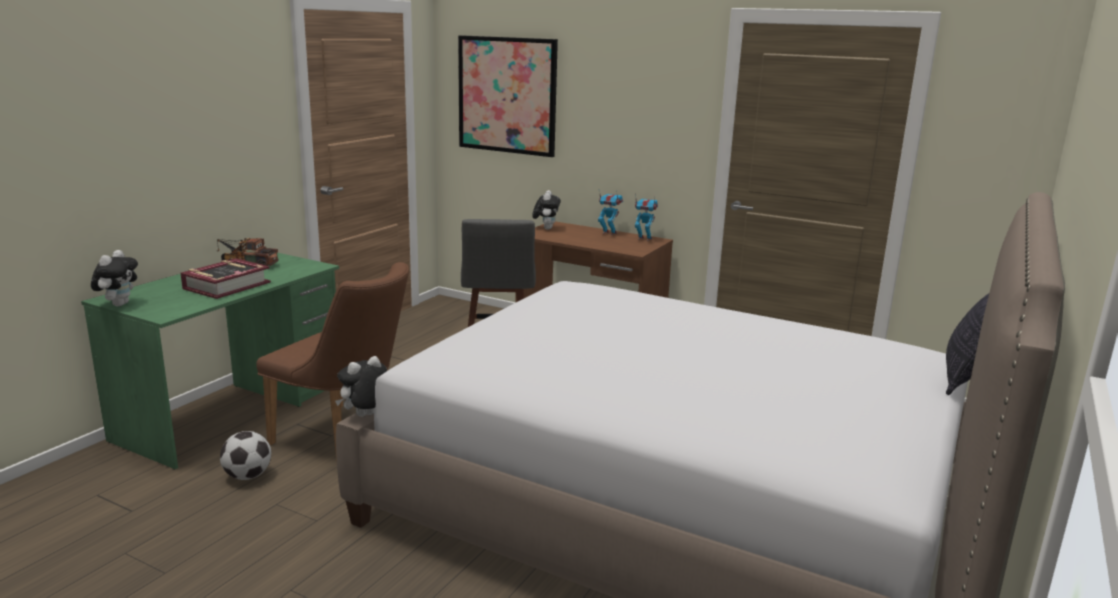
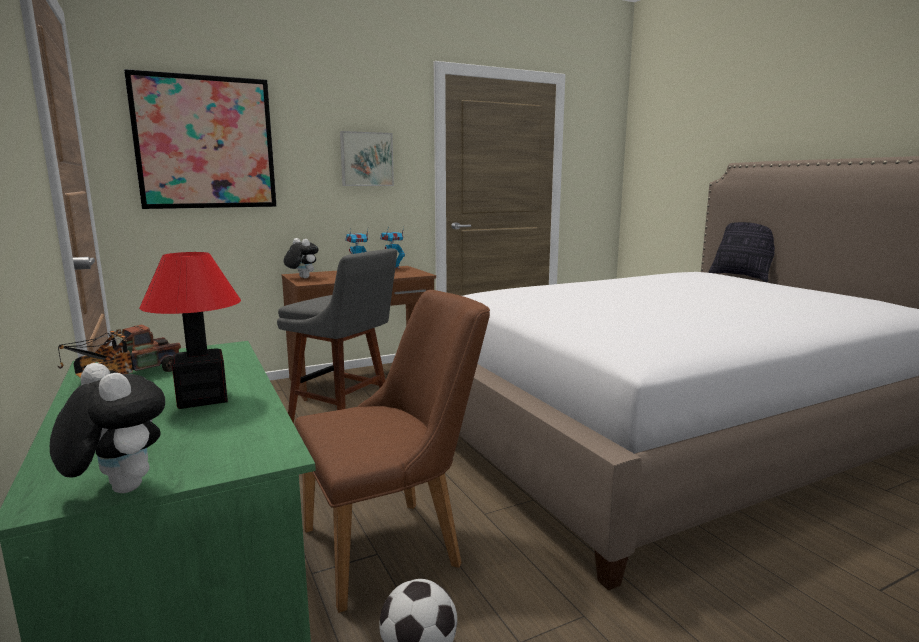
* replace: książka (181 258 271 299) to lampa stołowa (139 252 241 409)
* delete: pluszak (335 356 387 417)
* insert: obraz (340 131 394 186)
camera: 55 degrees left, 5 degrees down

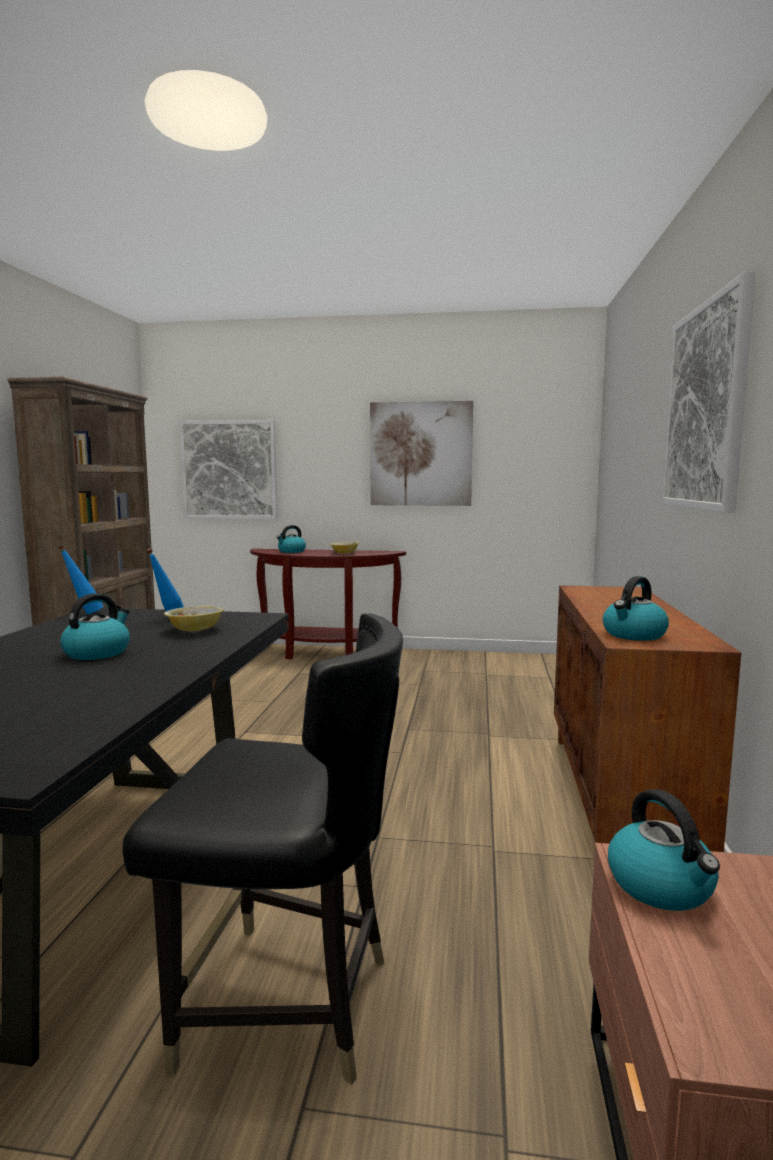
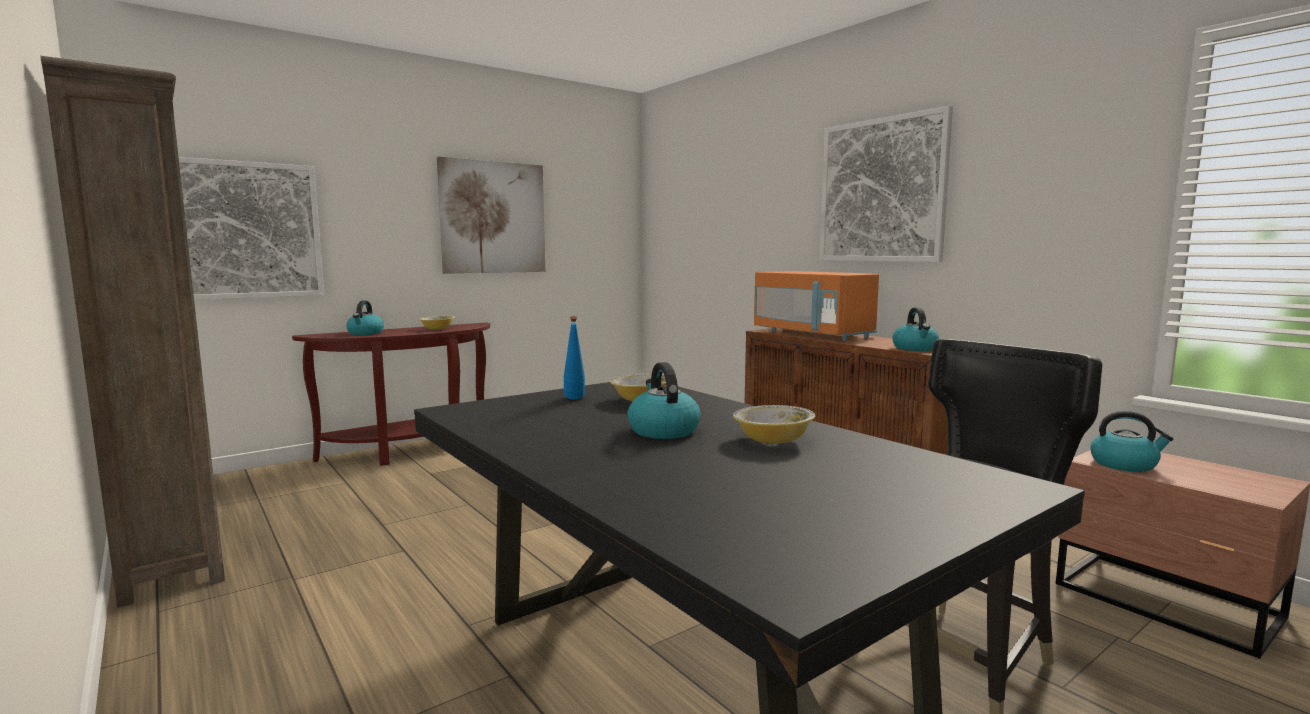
* delete: butelka (niebieski) (58 545 104 614)
* insert: mikrofalówka (pomarańczowy) (754 271 879 341)
* insert: miska (733 405 815 444)
camera: 45 degrees left, 0 degrees up

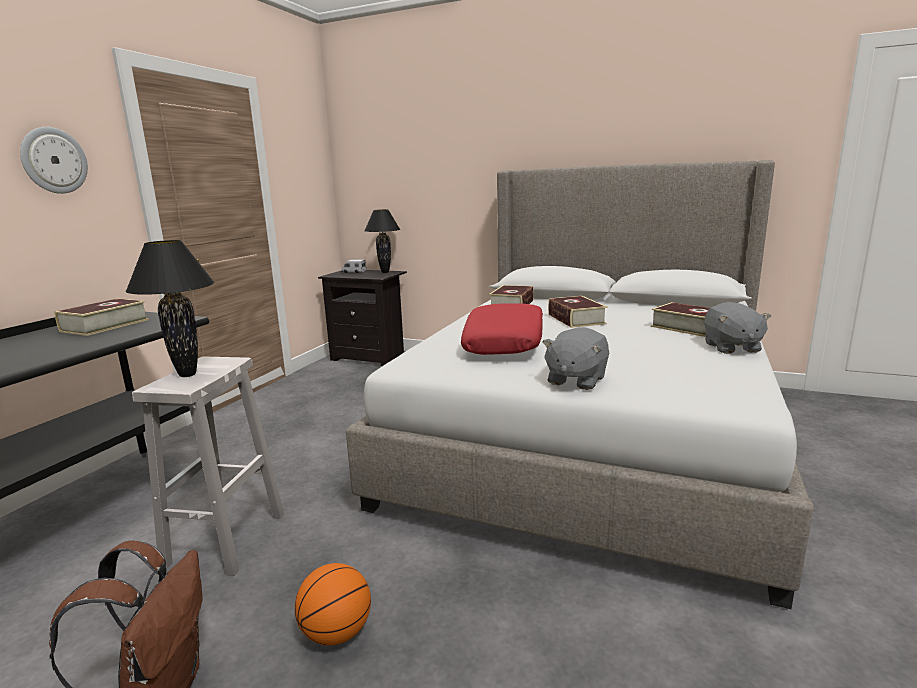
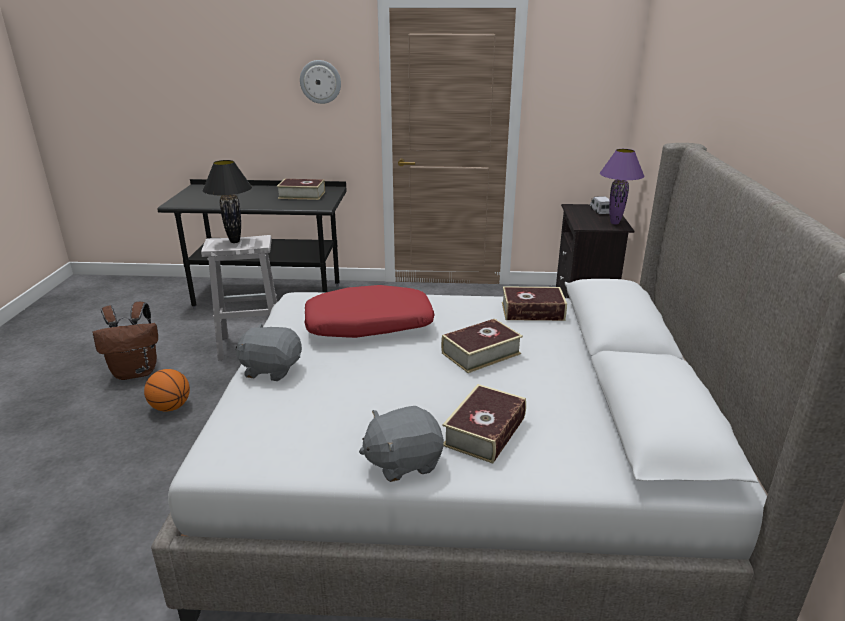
* recolor: lampa stołowa (czarny) (365 209 400 273) to lampa stołowa (fioletowy) (600 149 644 224)
camera: 70 degrees right, 10 degrees up

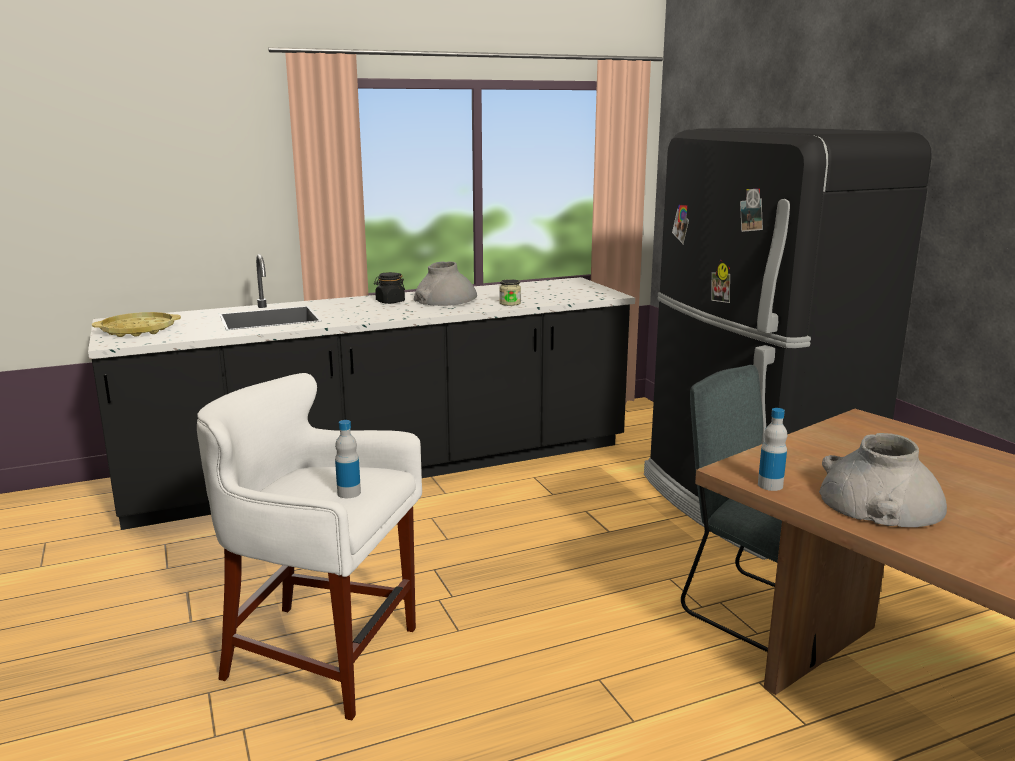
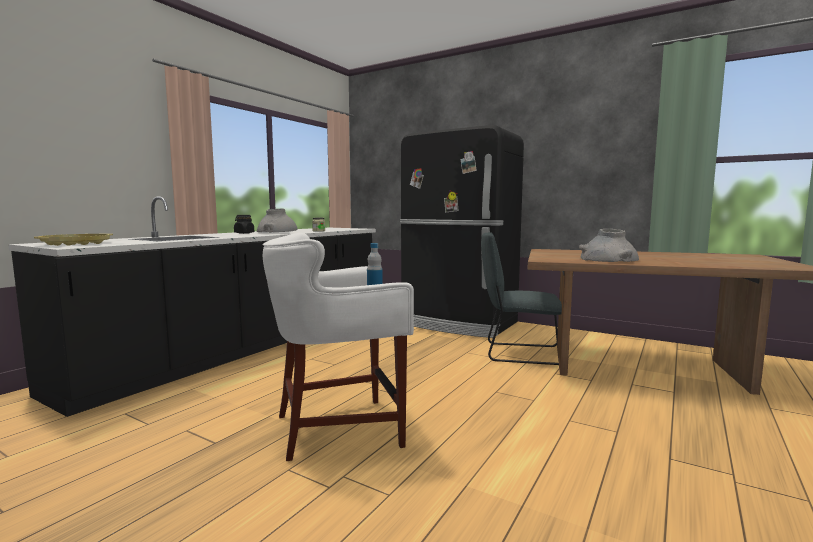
* delete: butelka (758 408 787 491)
camera: 35 degrees left, 10 degrees down

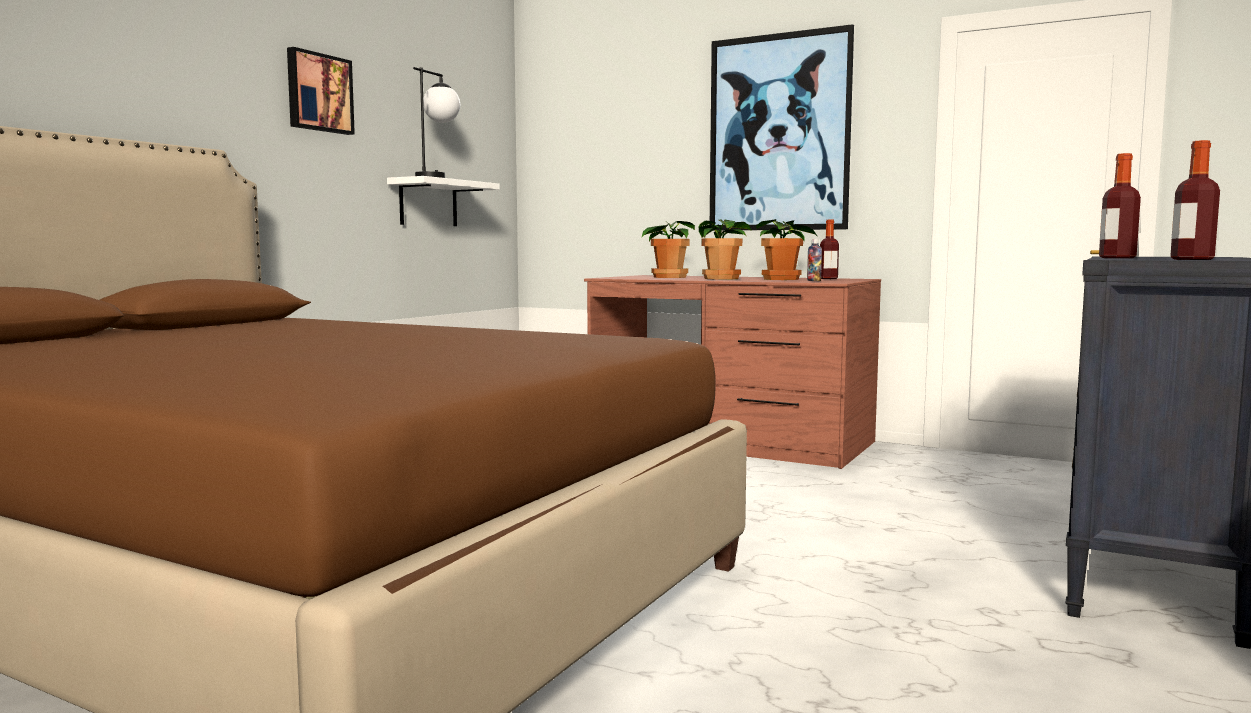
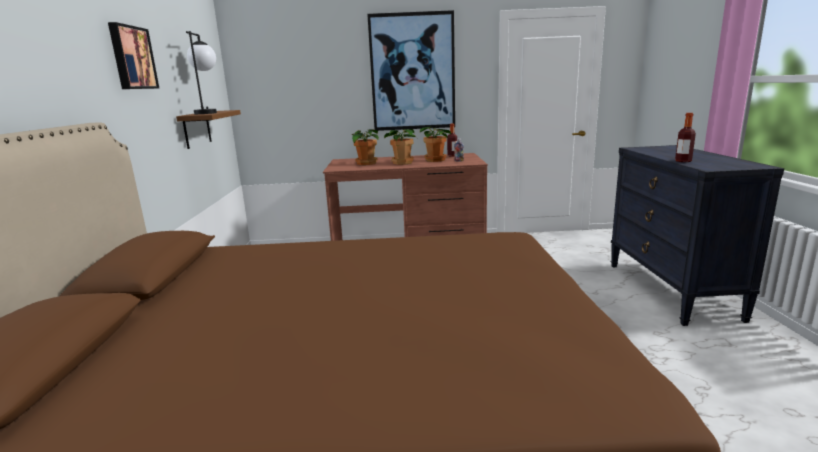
* delete: butelka (1170 140 1220 260)
* recolor: półka (biały) (387 176 500 226) to półka (brązowy) (176 110 241 149)
camera: 30 degrees left, 10 degrees up

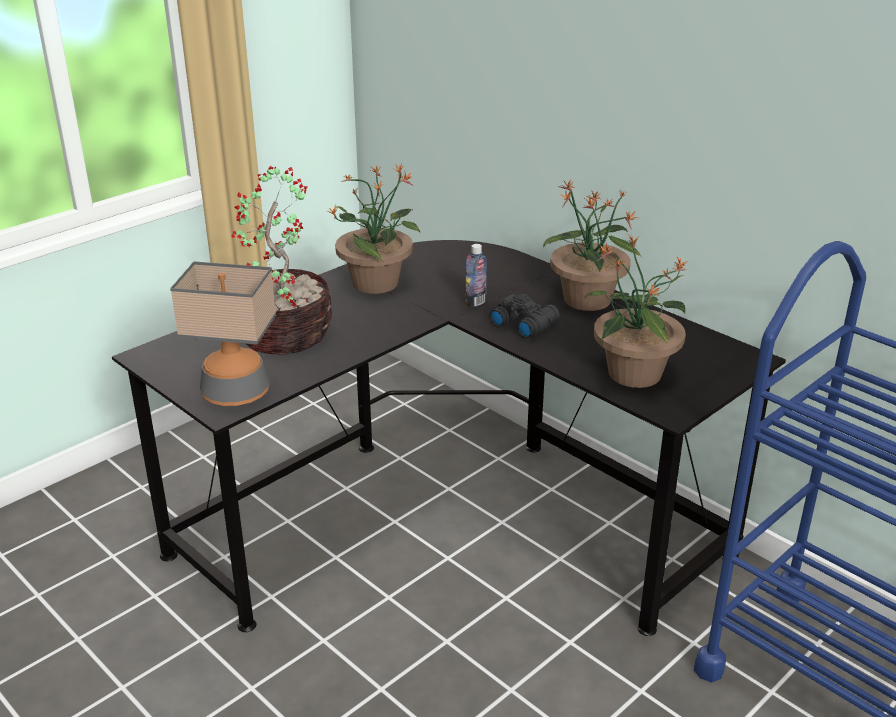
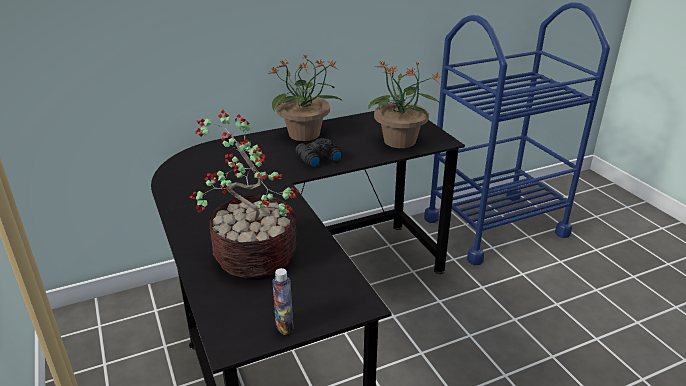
* delete: roślina doniczkowa (328 164 421 294)
* move: butelka (466 244 487 307) to (272 268 293 335)
* delete: lampa stołowa (170 261 276 406)
camera: 70 degrees left, 0 degrees up

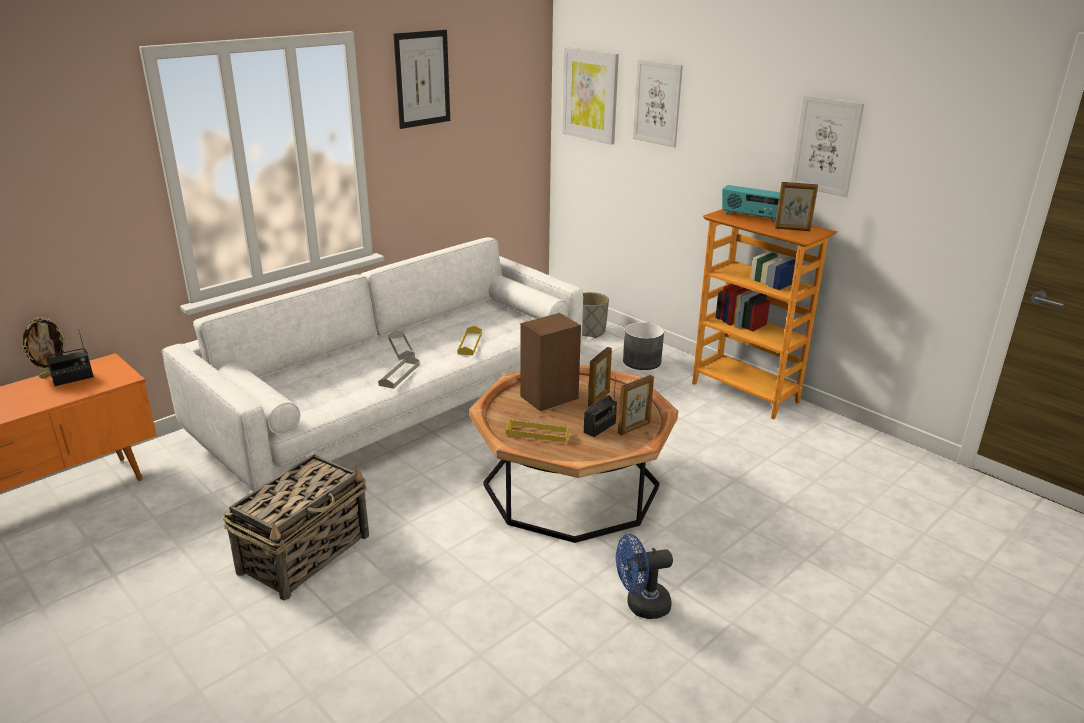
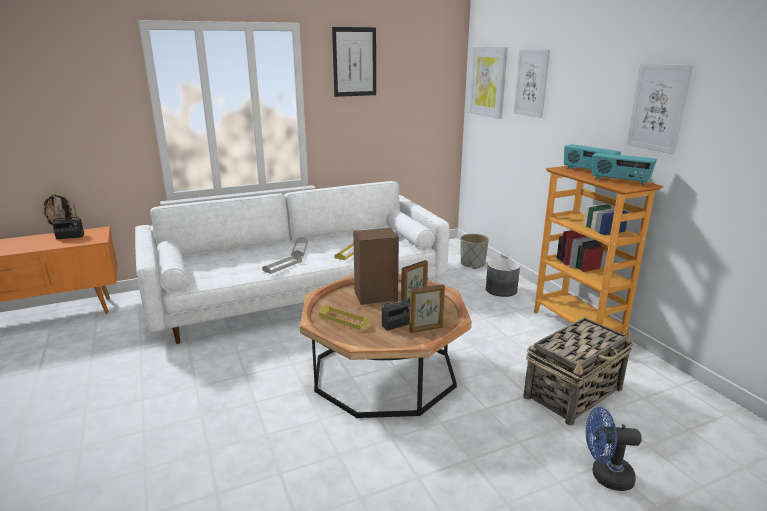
* replace: ramka na zdjęcie (775 182 818 231) to radio (592 153 657 186)
* move: koszyk (223 454 369 600) to (523 317 633 425)
* move: wentylator (niebieski) (616 534 673 619) to (586 407 642 491)
camera: 20 degrees right, 5 degrees down

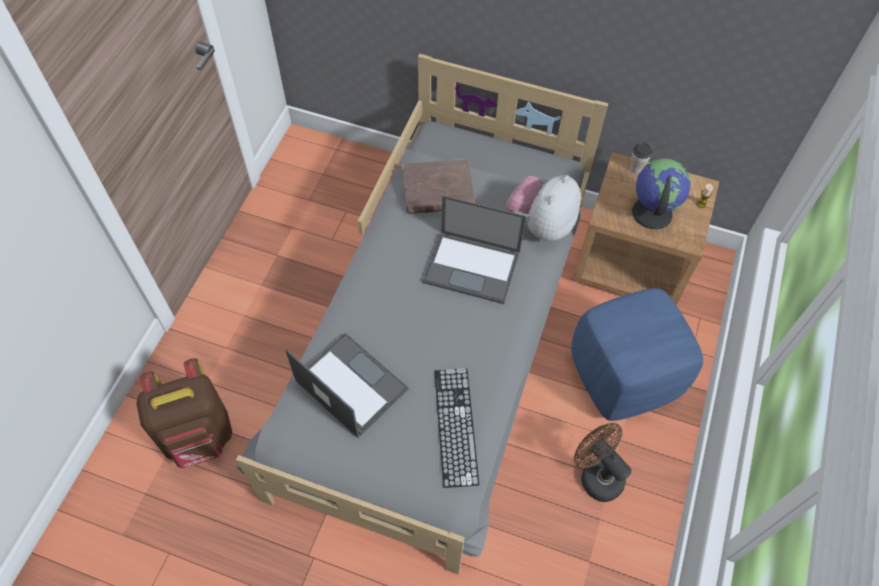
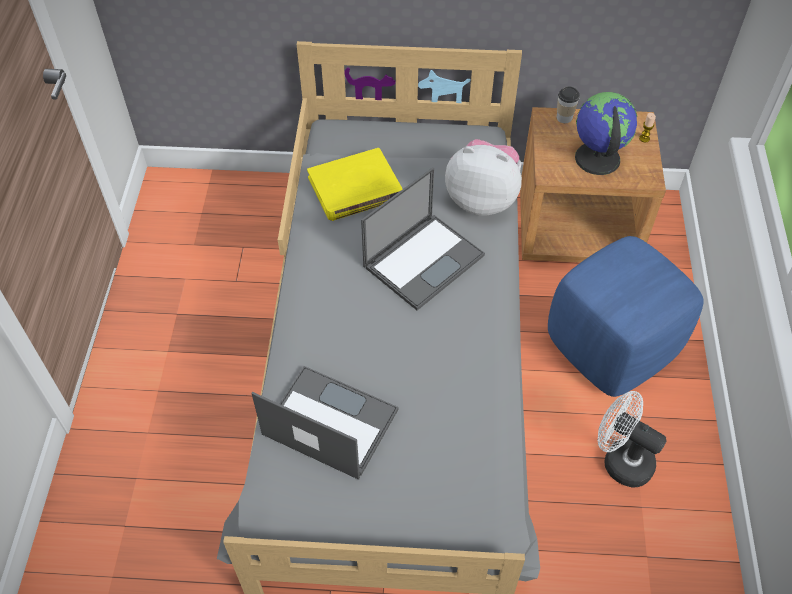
* recolor: książka (brązowy) (402 159 475 214) to książka (żółty) (307 148 403 221)
* rotate: pluszak (507 175 581 241) = (445 139 522 216) 90 degrees clockwise
* rotate: laptop (423 195 526 304) = (361 167 485 310) 45 degrees counterclockwise
* delete: plecak (brązowy) (136 358 232 469)
* delete: klawiatura (435 368 479 488)
* recolor: wentylator (brązowy) (574 423 632 502) to wentylator (biały) (598 391 667 487)
camera: 15 degrees left, 5 degrees down

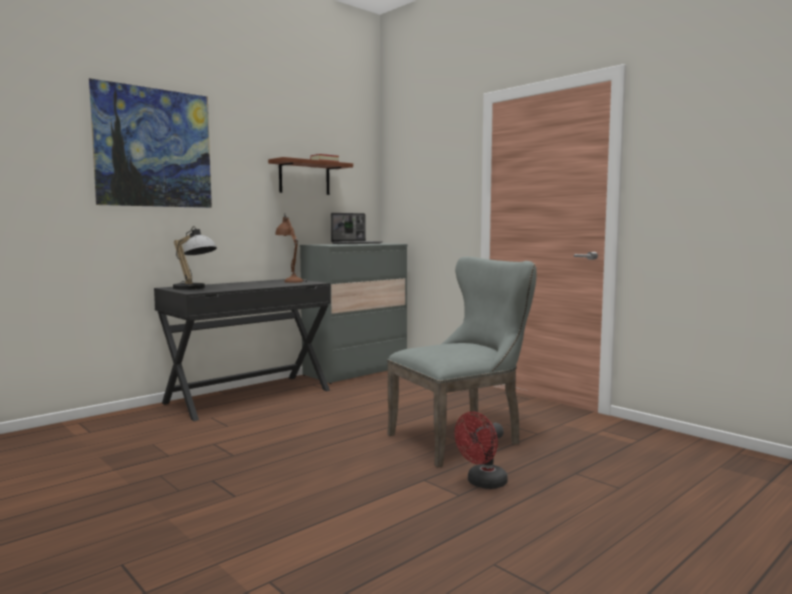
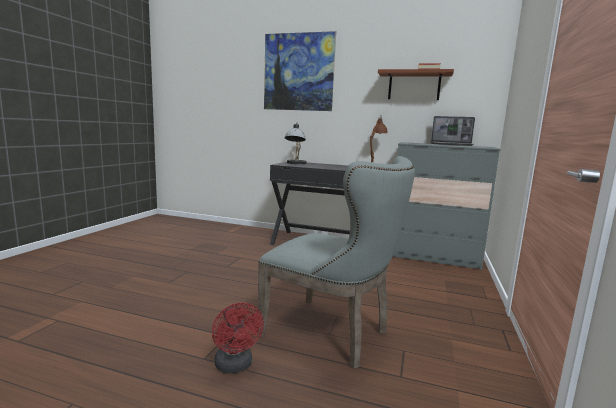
* rotate: wentylator (czerwony) (455 412 508 489) = (212 303 264 373) 135 degrees counterclockwise
camera: 60 degrees right, 5 degrees up

